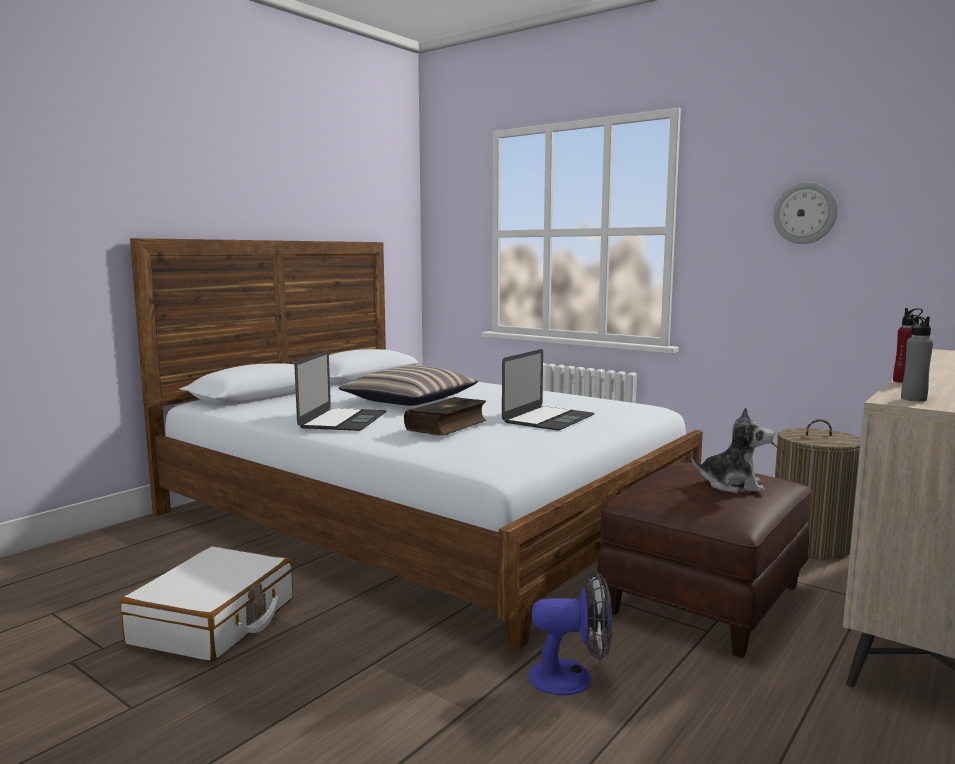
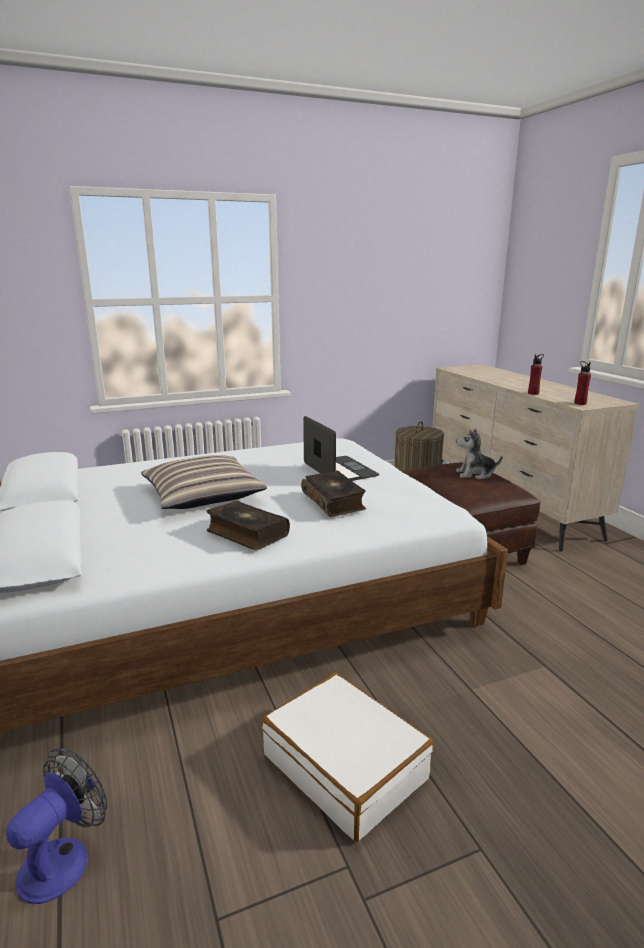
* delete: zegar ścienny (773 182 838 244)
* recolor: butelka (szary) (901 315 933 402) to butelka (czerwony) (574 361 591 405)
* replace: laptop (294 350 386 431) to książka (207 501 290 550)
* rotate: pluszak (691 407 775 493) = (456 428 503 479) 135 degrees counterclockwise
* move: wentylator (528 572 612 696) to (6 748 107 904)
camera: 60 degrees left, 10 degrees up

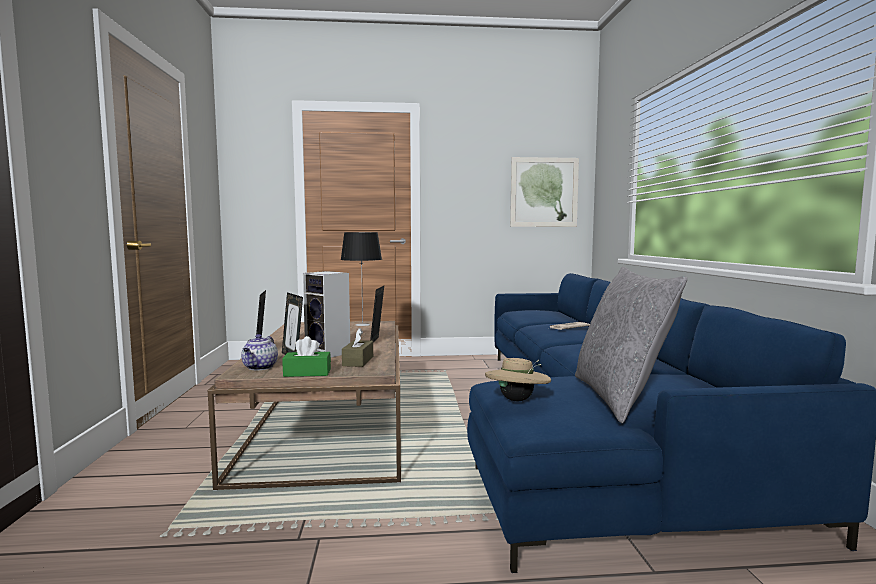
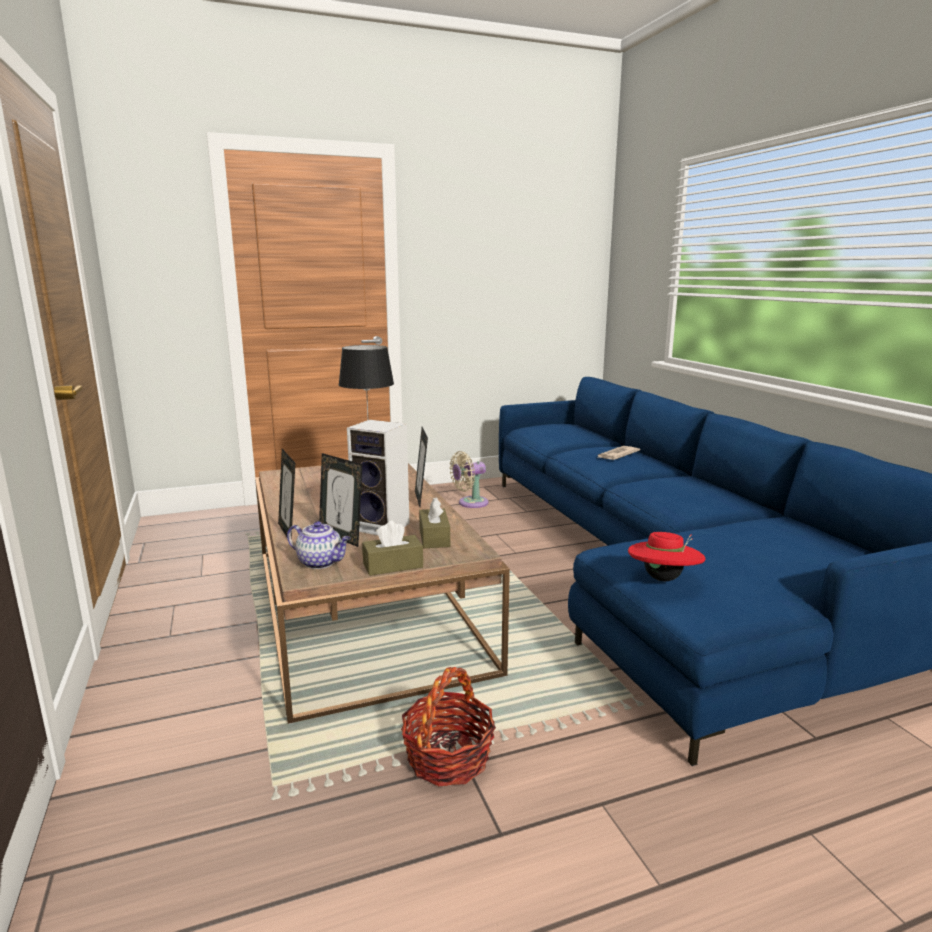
* delete: obraz (510 157 579 227)
* delete: poduszka (szary) (575 267 687 423)
* rotate: imbryk (241 334 278 370) = (287 521 351 569) 60 degrees counterclockwise
* recolor: pudełko chusteczek (zielony) (282 336 331 377) to pudełko chusteczek (brązowy) (362 521 423 576)
* recolor: kapelusz (beżowy) (485 358 551 401) to kapelusz (czerwony) (628 532 705 581)
* insert: wentylator (beżowy) (450 451 489 508)
* insert: koszyk (401 667 496 786)
camera: 15 degrees left, 10 degrees up

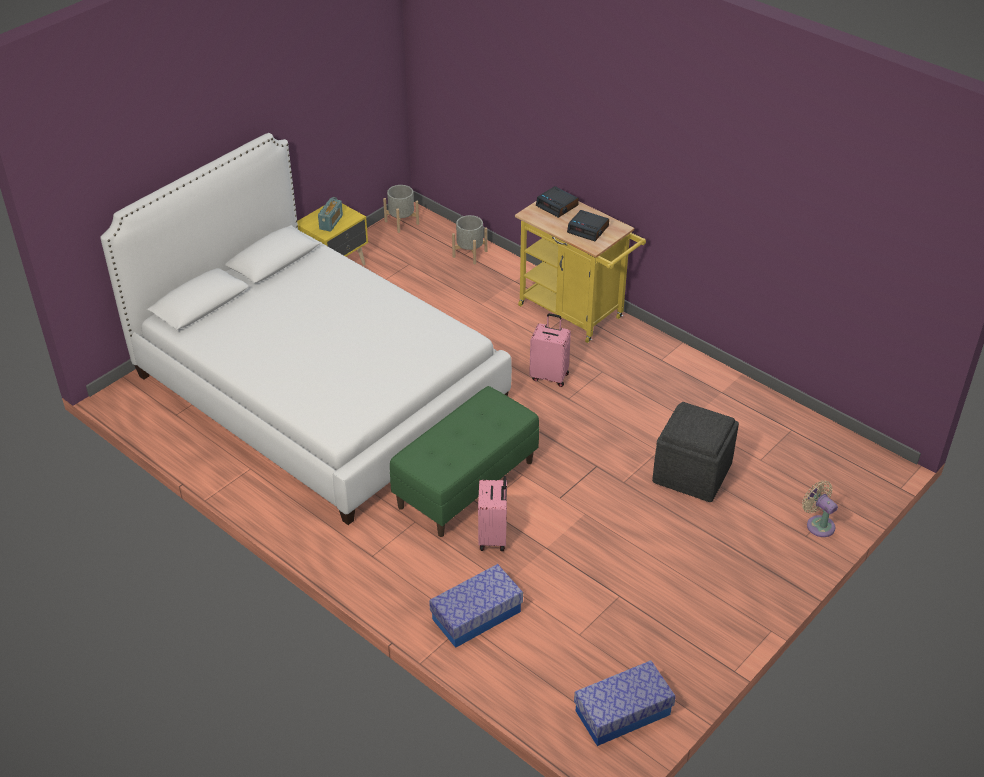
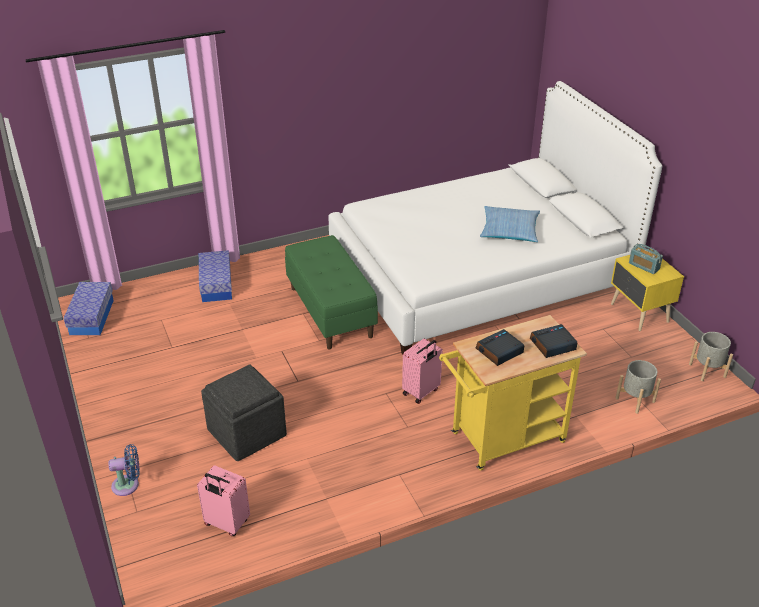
* move: walizka (różowy) (478 475 507 551) to (197 465 250 536)
* recolor: wentylator (beżowy) (802 480 838 537) to wentylator (niebieski) (109 444 140 496)
* insert: poduszka (480 206 540 242)
camera: 115 degrees right, 5 degrees down

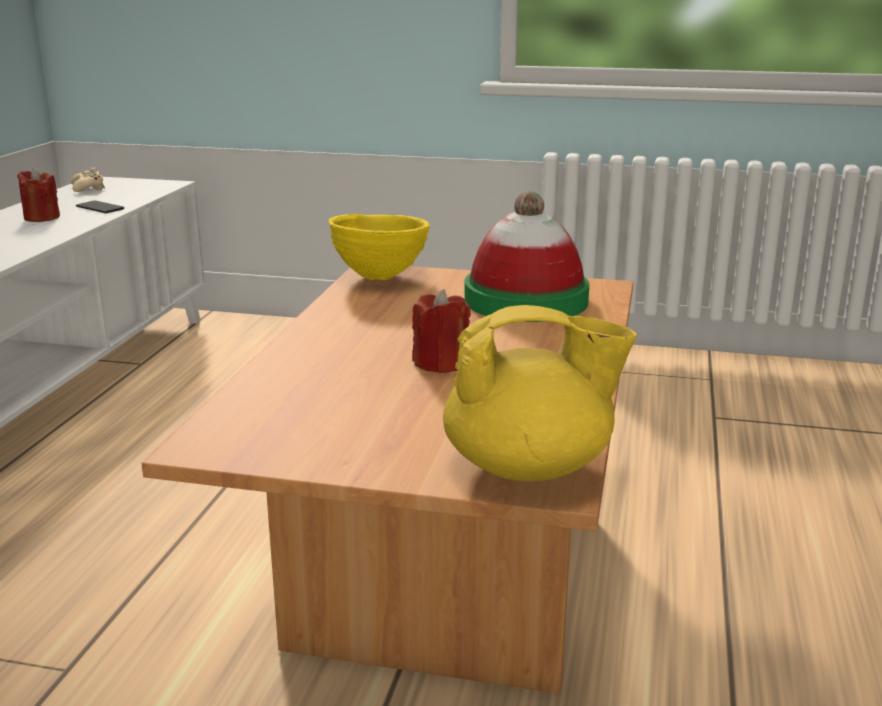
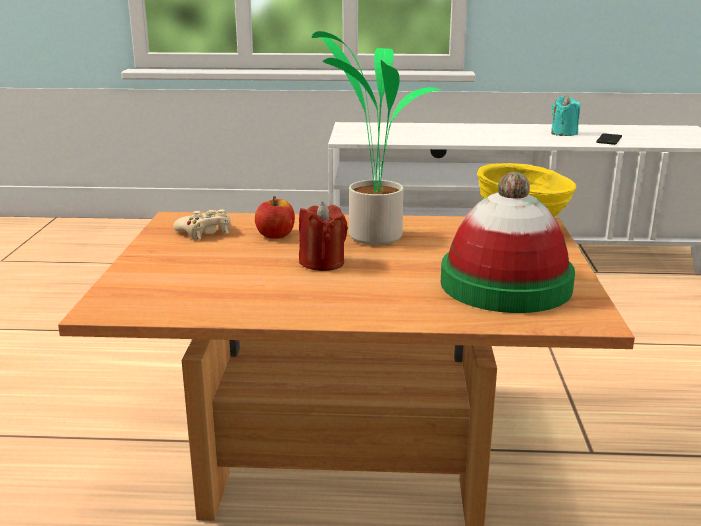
* recolor: świeca (czerwony) (17 168 60 222) to świeca (turkusowy) (551 95 580 136)
* move: pad do gier (beżowy) (71 168 105 192) to (173 209 231 240)
* delete: imbryk (żółty) (443 305 637 481)
* insert: roślina doniczkowa (312 31 443 245)
* insert: jabłko (255 196 295 239)
camera: 80 degrees right, 0 degrees up

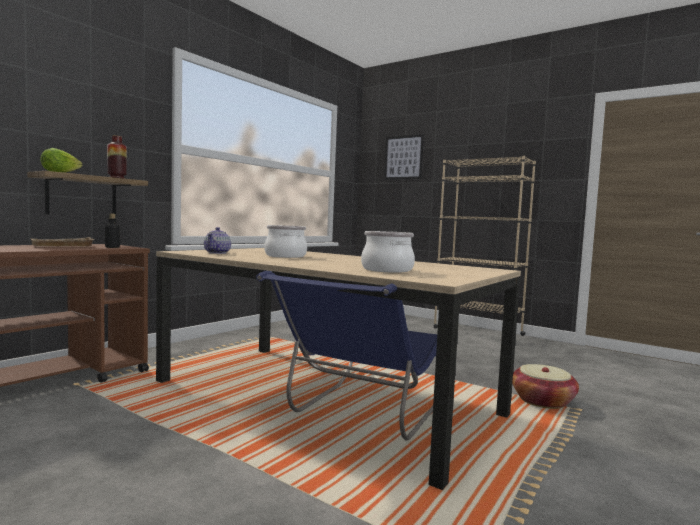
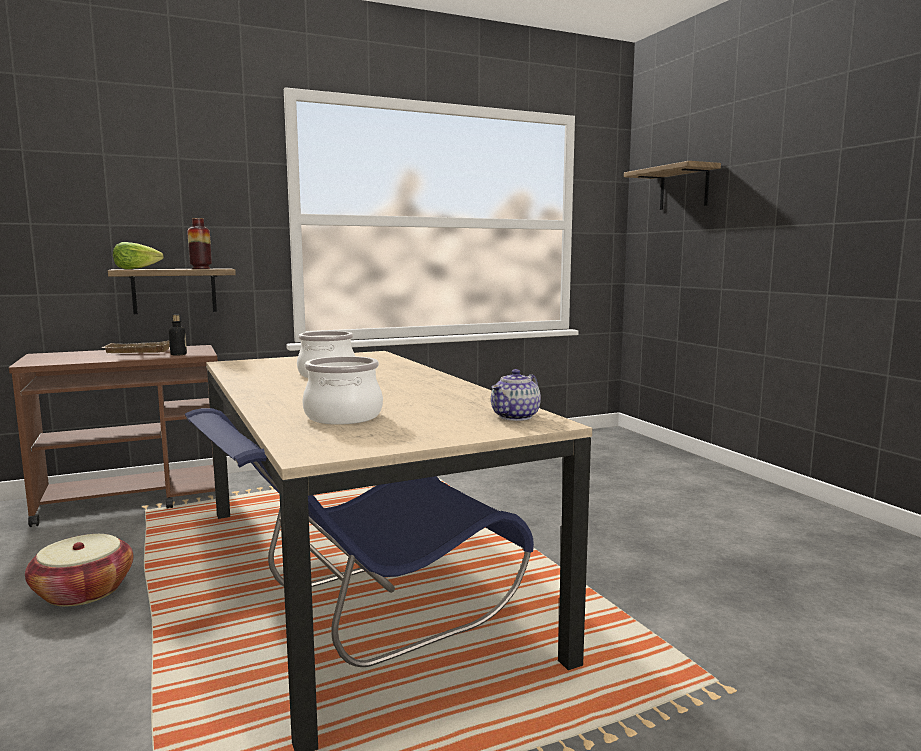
* replace: obraz (384 134 424 180) to półka (624 161 721 210)
* delete: regał (beżowy) (433 156 536 336)
* move: imbryk (204 227 231 254) to (491 369 541 421)
* move: koszyk (512 364 579 409) to (25 534 133 607)
camera: 30 degrees right, 5 degrees up

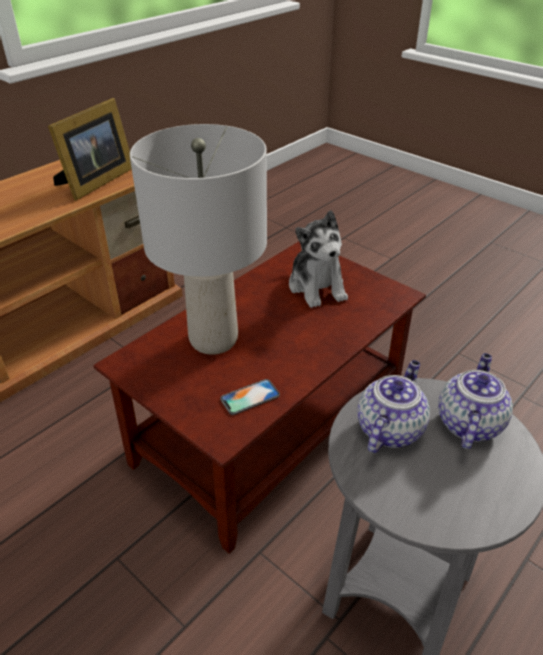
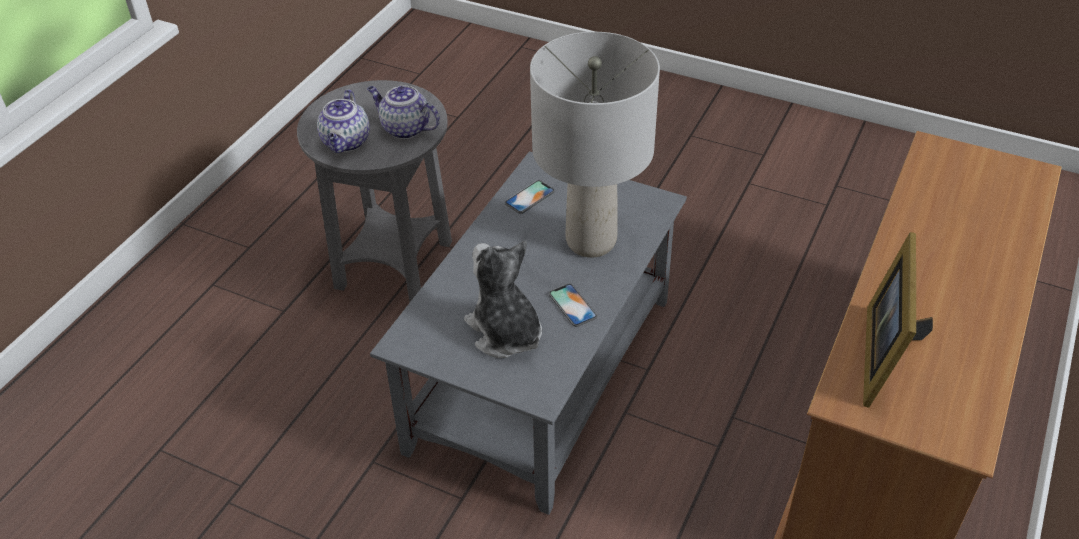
* recolor: ława (brązowy) (93 241 426 554) to ława (szary) (370 151 687 515)
* rotate: imbryk (358 360 430 453) = (367 86 440 139) 105 degrees clockwise
* insert: telefon (549 283 597 327)
camera: 165 degrees right, 5 degrees up

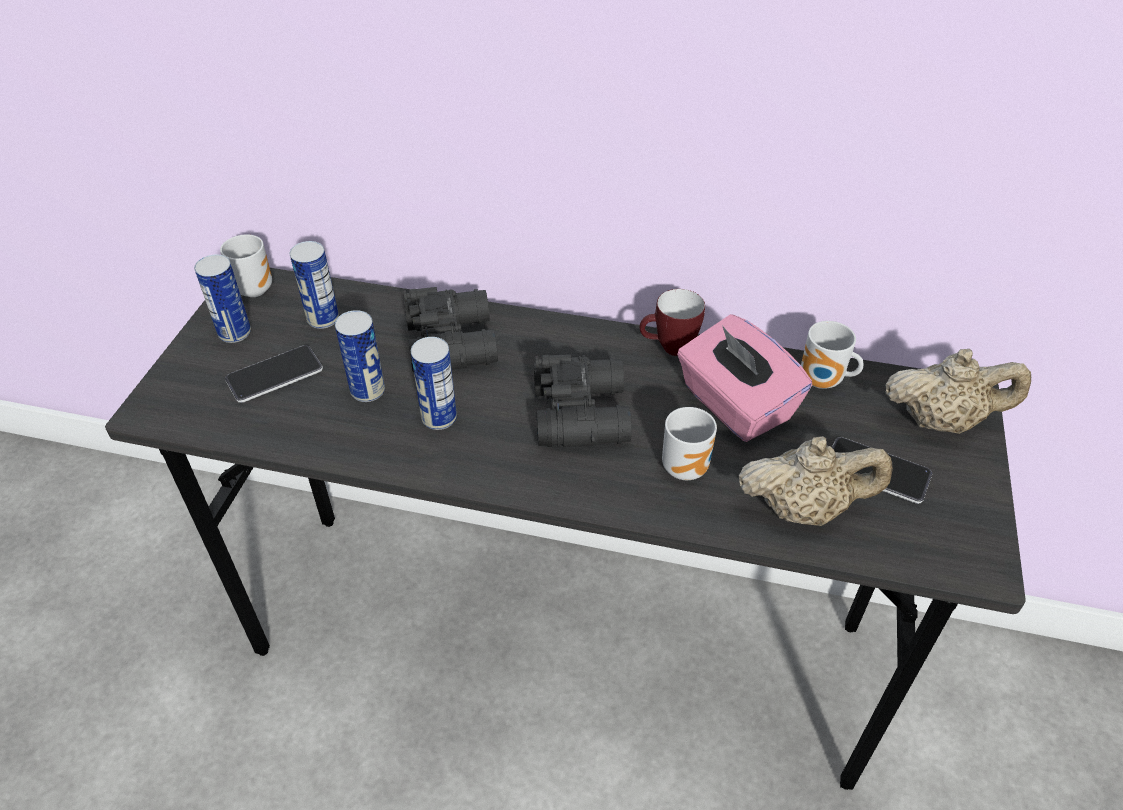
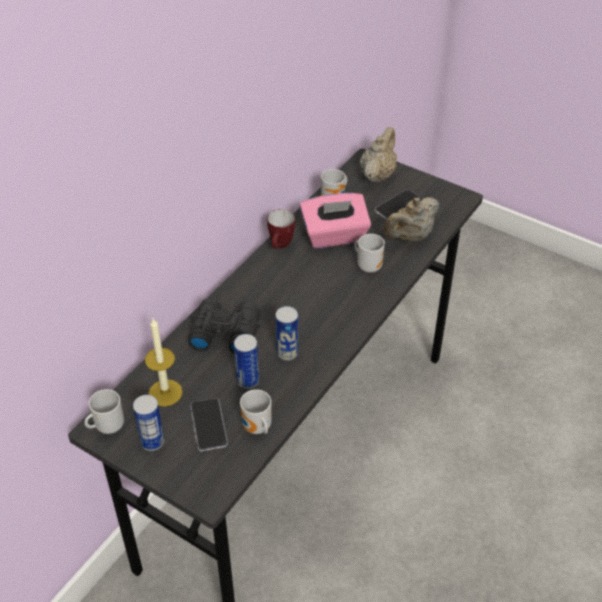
* replace: puszka (290 241 339 329) to świeca (145 318 183 406)
* delete: lornetka (czarny) (534 354 632 447)
* rotate: imbryk (beżowy) (738 436 893 526) = (384 197 439 242) 150 degrees counterclockwise
* insert: kubek (240 389 272 434)
camera: 70 degrees left, 0 degrees up

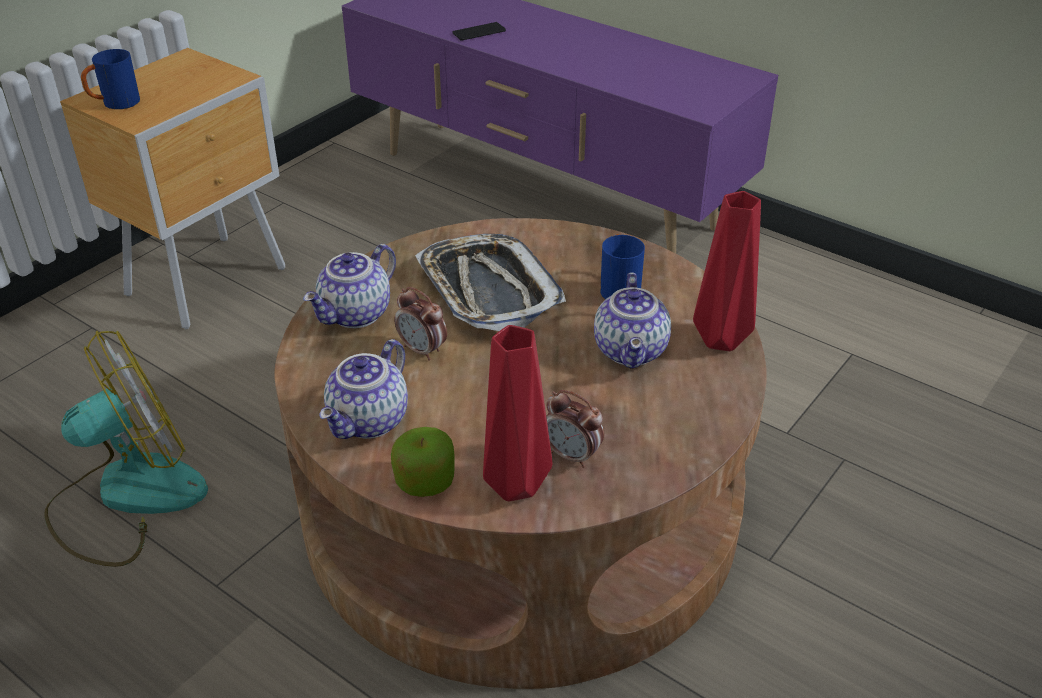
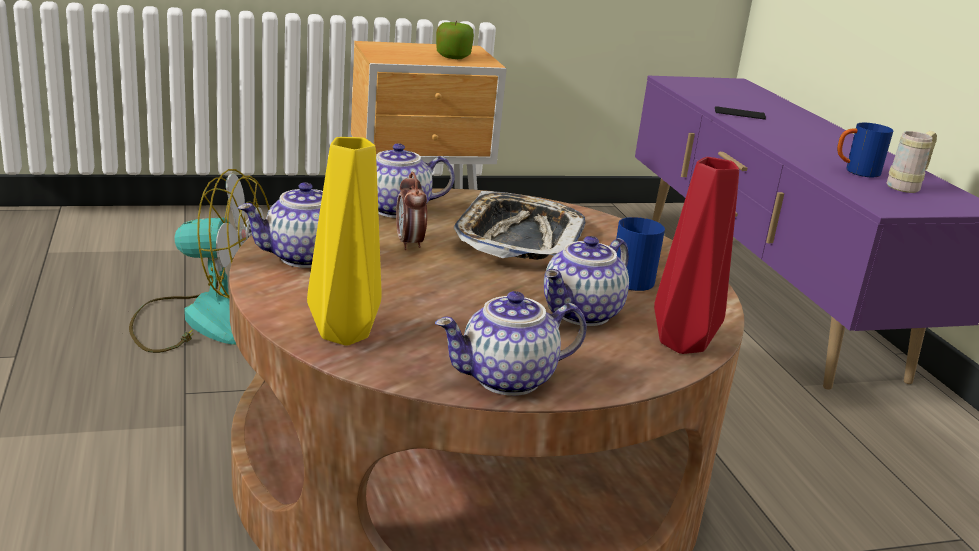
* move: kubek (niebieski) (81 49 140 109) to (837 123 894 178)
* recolor: wazon (czerwony) (483 325 553 502) to wazon (żółty) (307 137 381 345)
* delete: budzik (546 390 604 468)
* move: jabłko (391 427 455 497) to (436 20 474 59)
* insert: kubek (beżowy) (887 131 937 193)
* insert: imbryk (435 291 587 396)
camera: 35 degrees right, 15 degrees down

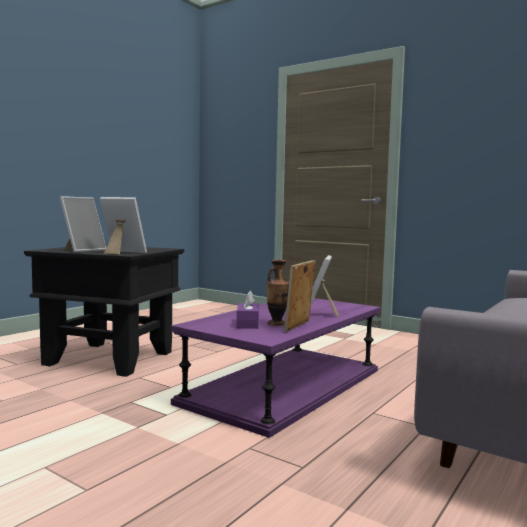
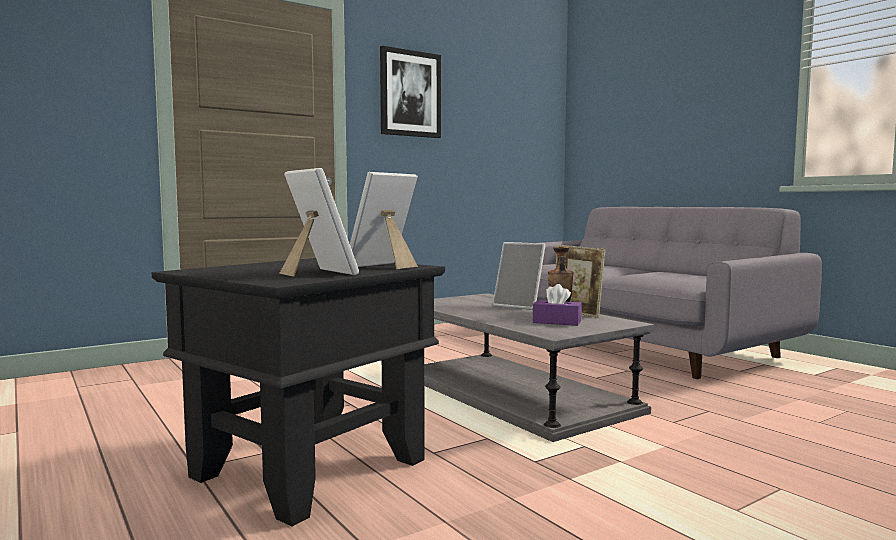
* recolor: ława (fioletowy) (171 298 381 438) to ława (szary) (424 293 654 442)
* insert: obraz (380 46 441 138)
camera: 70 degrees left, 0 degrees up

